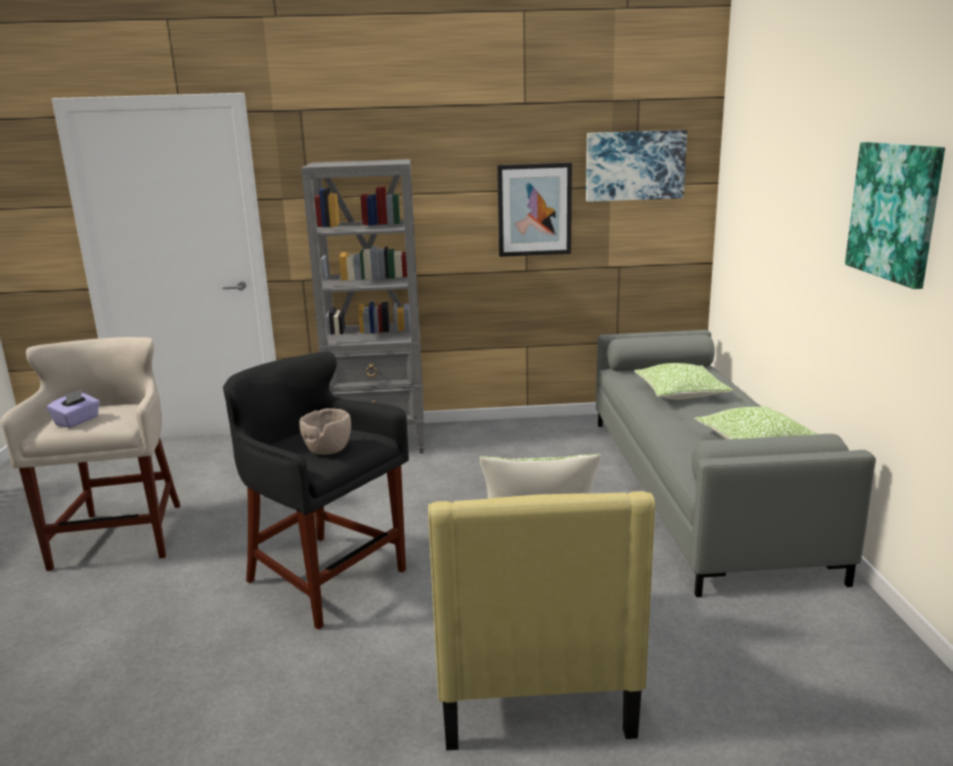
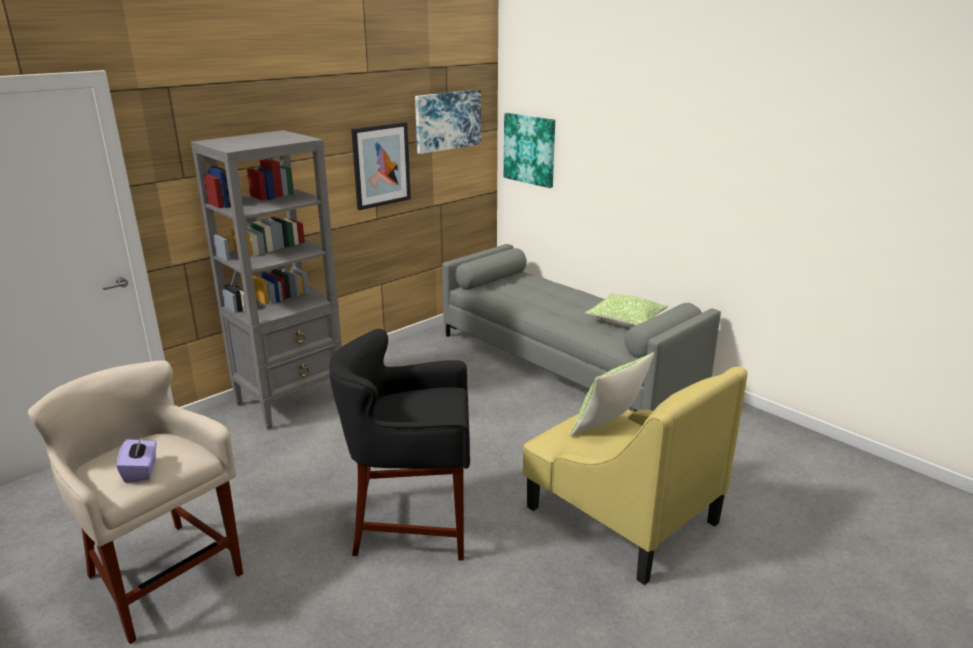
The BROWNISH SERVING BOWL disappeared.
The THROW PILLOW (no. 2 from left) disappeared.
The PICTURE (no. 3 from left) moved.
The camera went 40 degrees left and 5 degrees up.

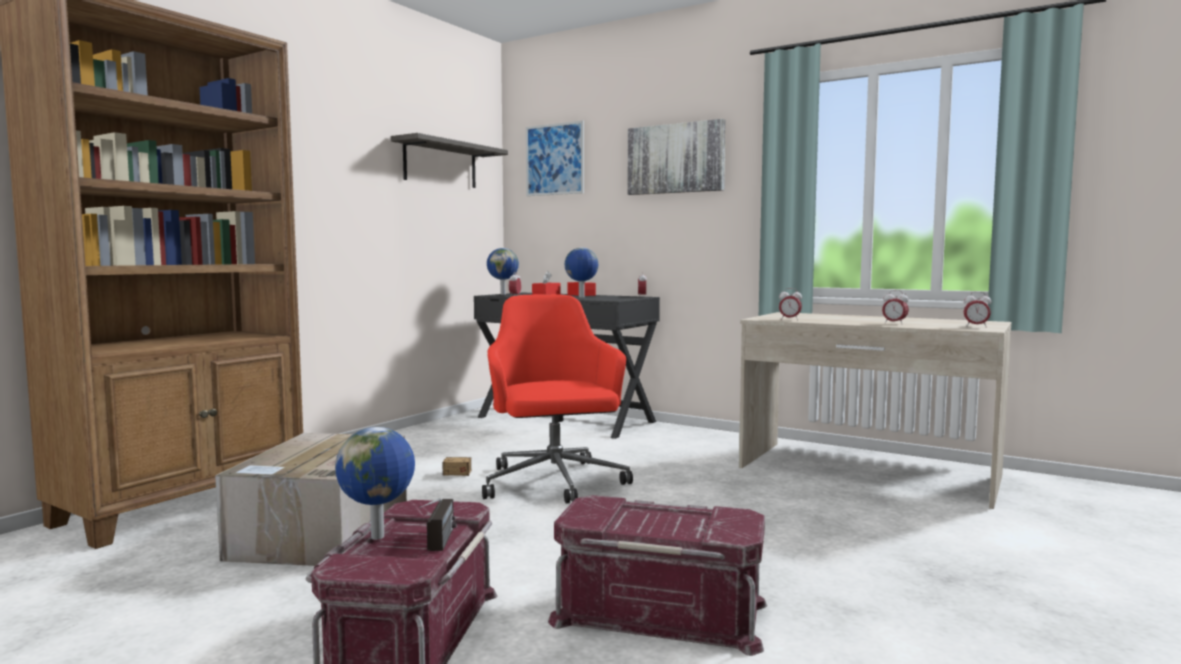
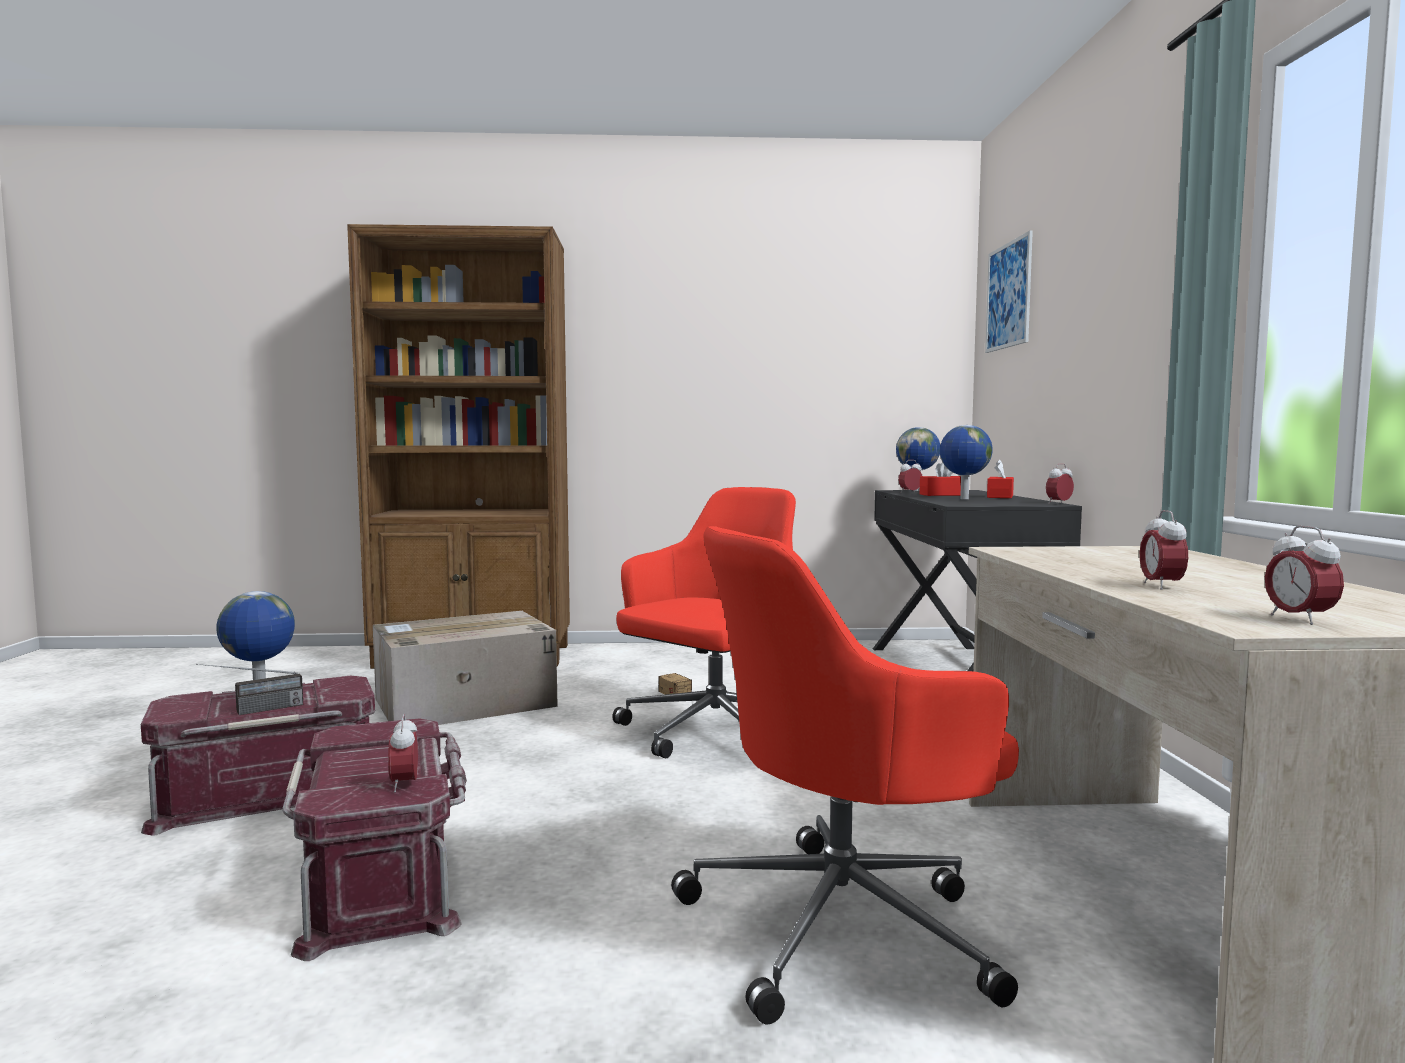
The BRACKET SHELF disappeared.
The PICTURE (no. 2 from left) disappeared.
The RED-COLOURED COMPUTER CHAIR (no. 2 from left) appeared.
The TABLE CLOCK (no. 3 from left in the first image) moved.
The camera went 55 degrees right and 0 degrees up.

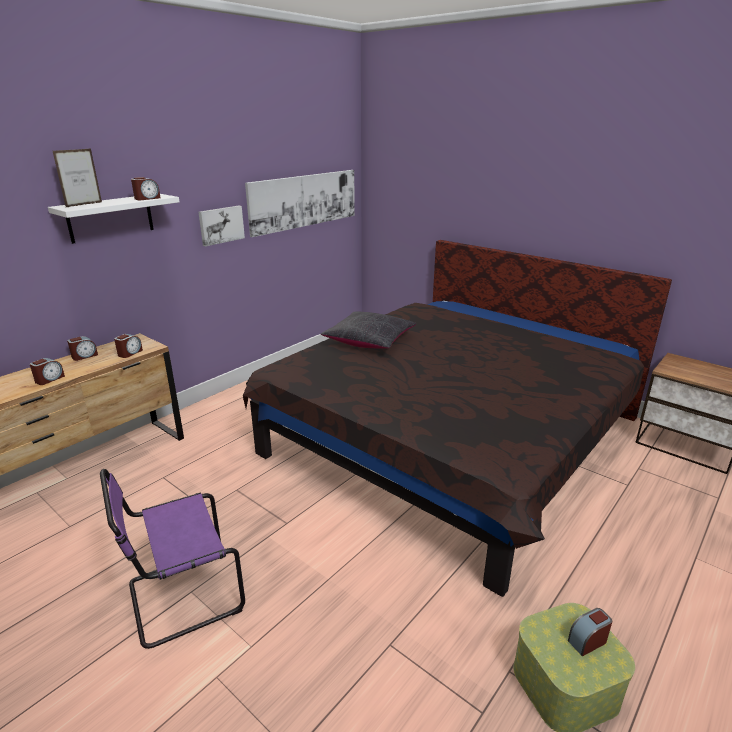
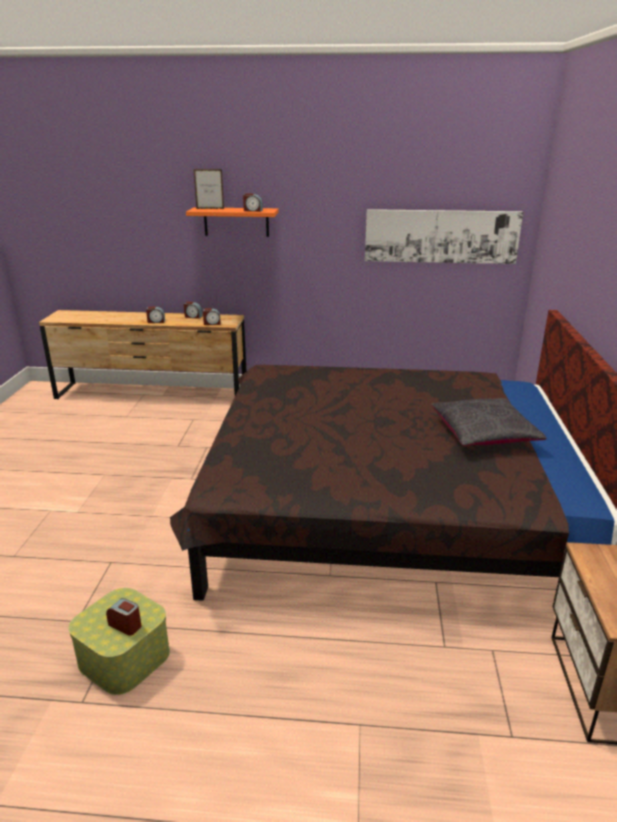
The PURPLE PLAIN CHAIR disappeared.
The PICTURE (no. 1 from left) disappeared.
The BLACK-COLOURED THROW PILLOW moved.
The WHITE-COLOURED BRACKET SHELF became the ORANGE-COLOURED BRACKET SHELF.
The camera went 55 degrees right and 0 degrees up.

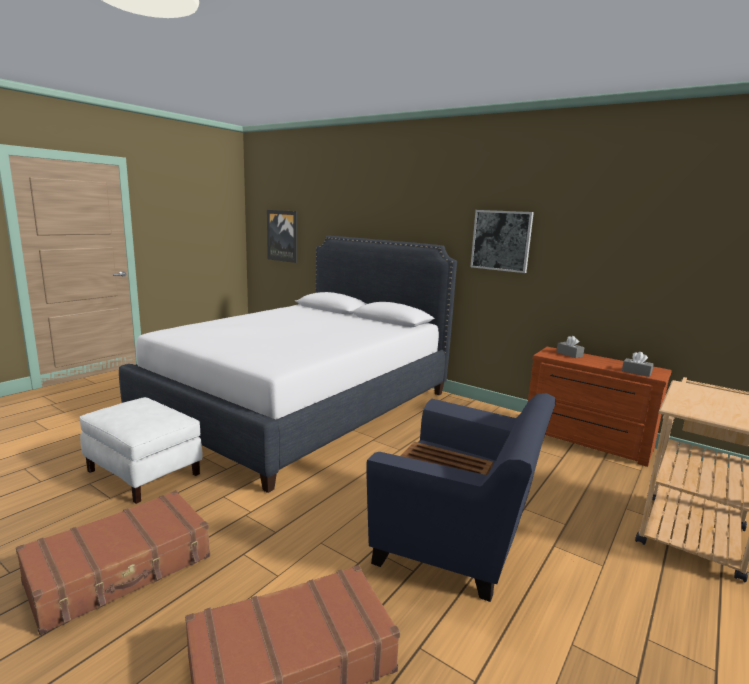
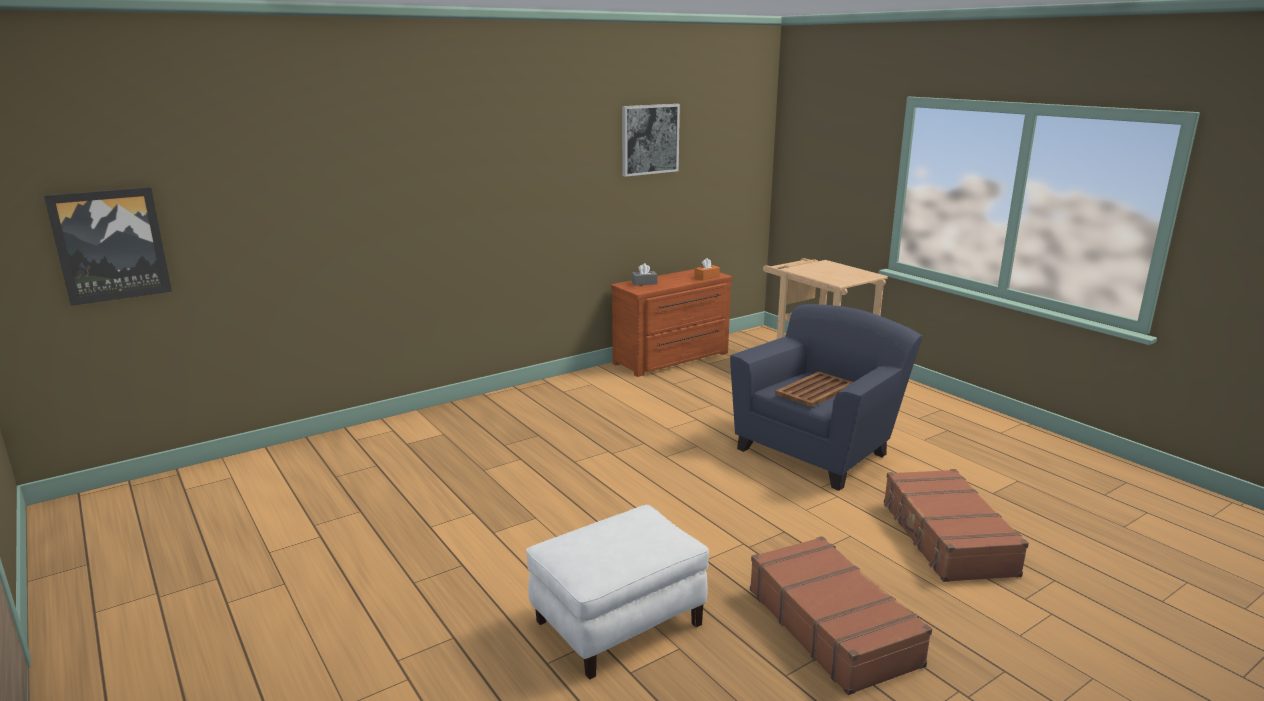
The WHITE-COLOURED BED disappeared.
The PICTURE (no. 2 from left) moved.
The GREY TISSUE HOLDER (no. 2 from left) became the ORANGE-COLOURED TISSUE HOLDER.
The camera went 70 degrees left and 5 degrees up.

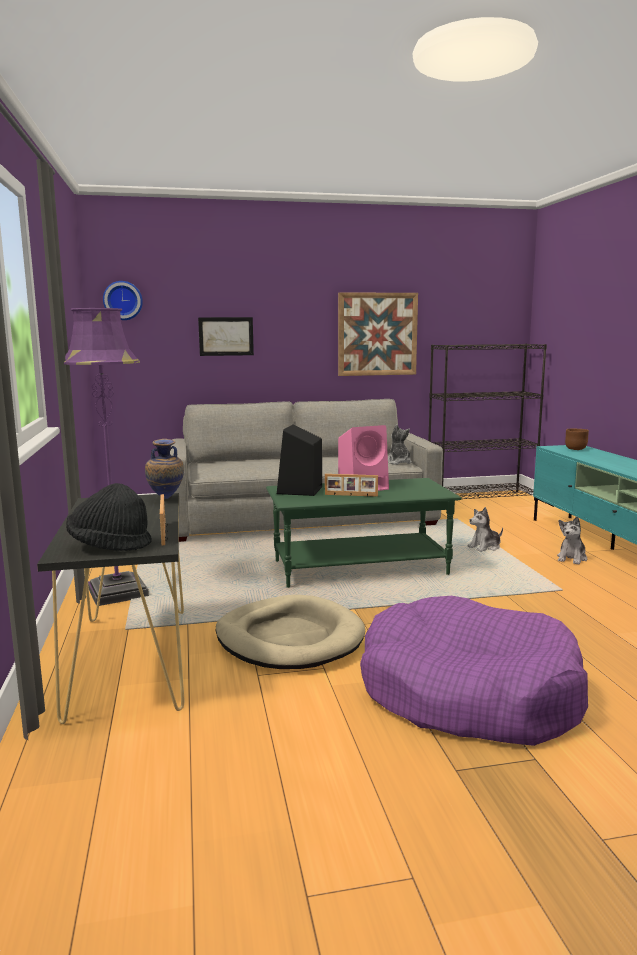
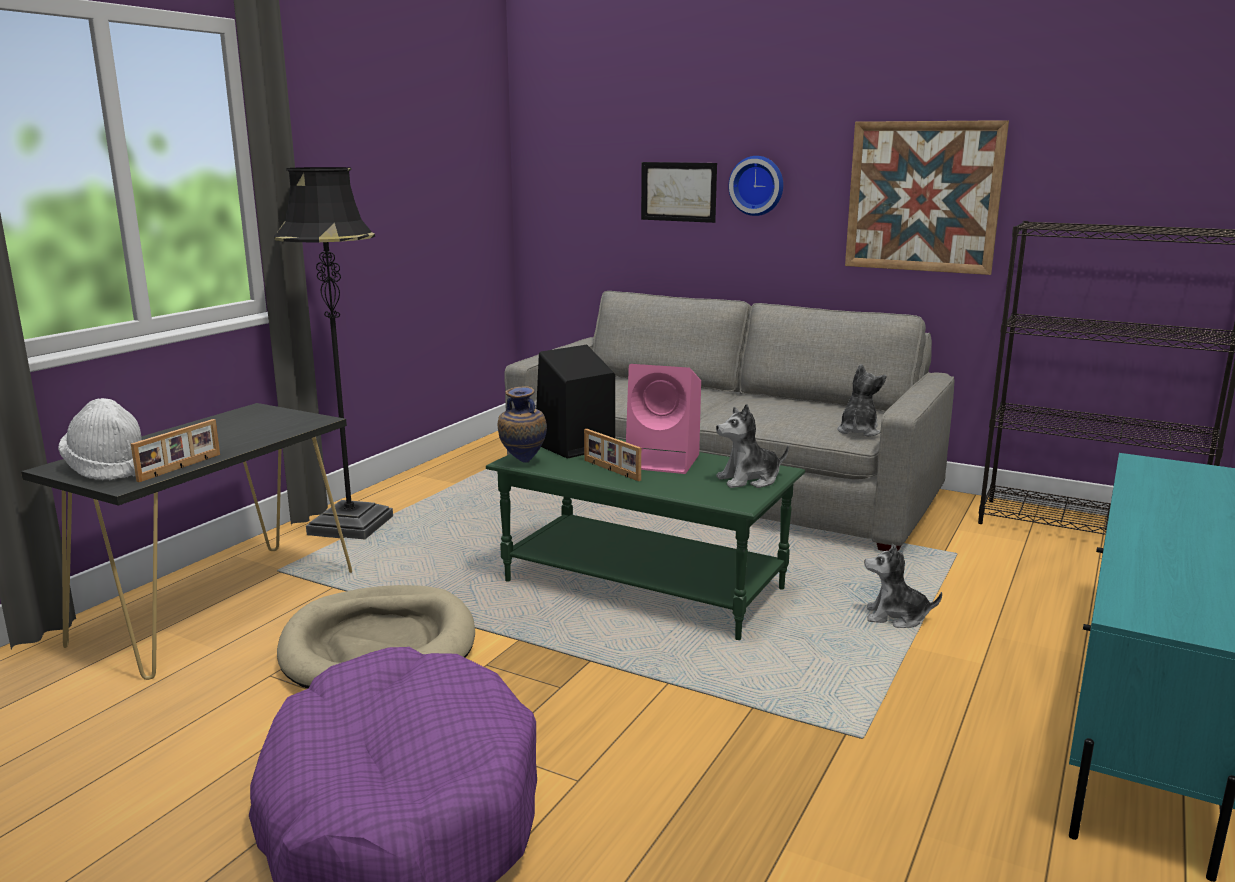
The BROWNISH SERVING BOWL disappeared.
The WALL CLOCK moved.
The DECORATIVE VASE moved.
The SOFT TOY (no. 3 from left in the first image) moved.
The PURPLE STANDARD LAMP became the BLACK-COLOURED STANDARD LAMP.
The BLACK-COLOURED HAT became the WHITE-COLOURED HAT.
The camera went 40 degrees right and 5 degrees up.

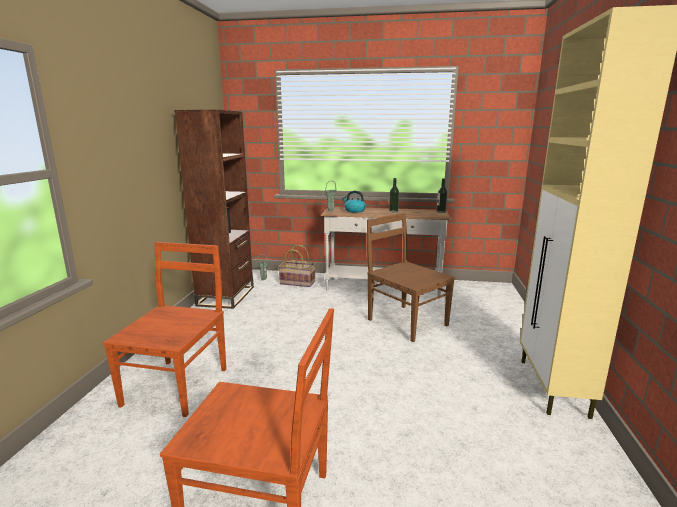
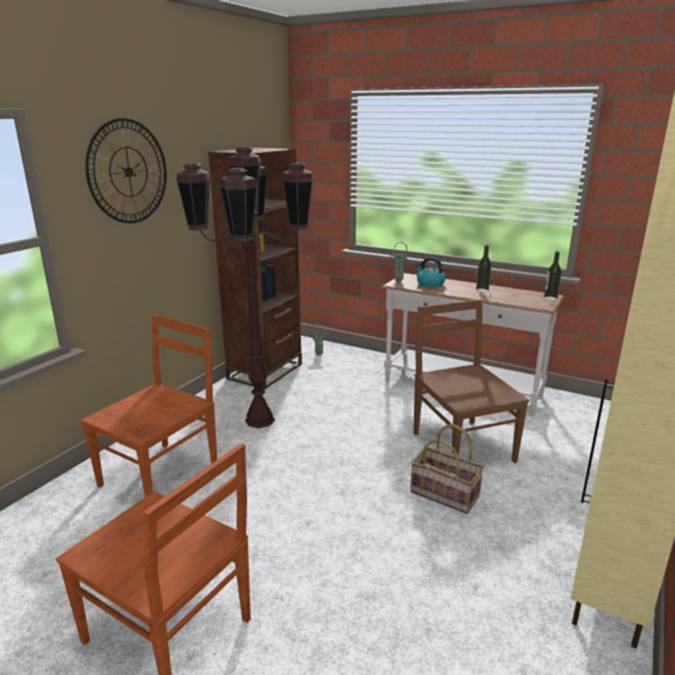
The WALL CLOCK appeared.
The BROWNISH STANDARD LAMP appeared.
The BASKET moved.
The camera went 20 degrees right and 5 degrees up.

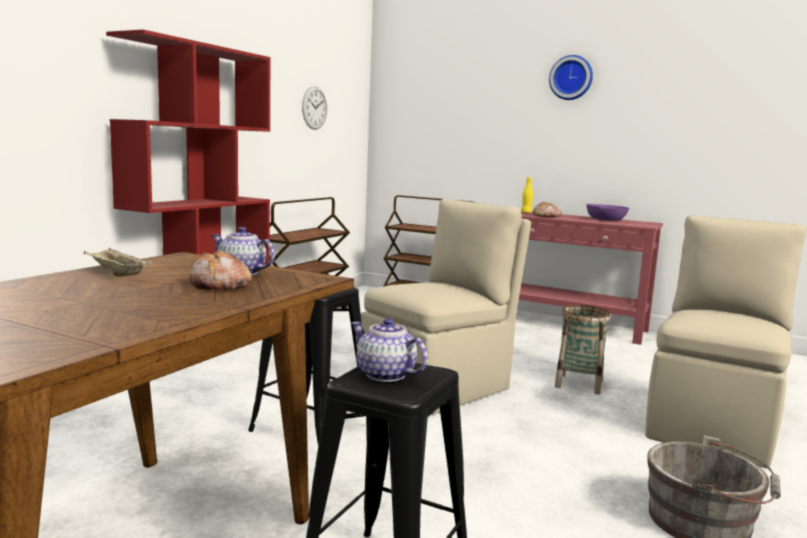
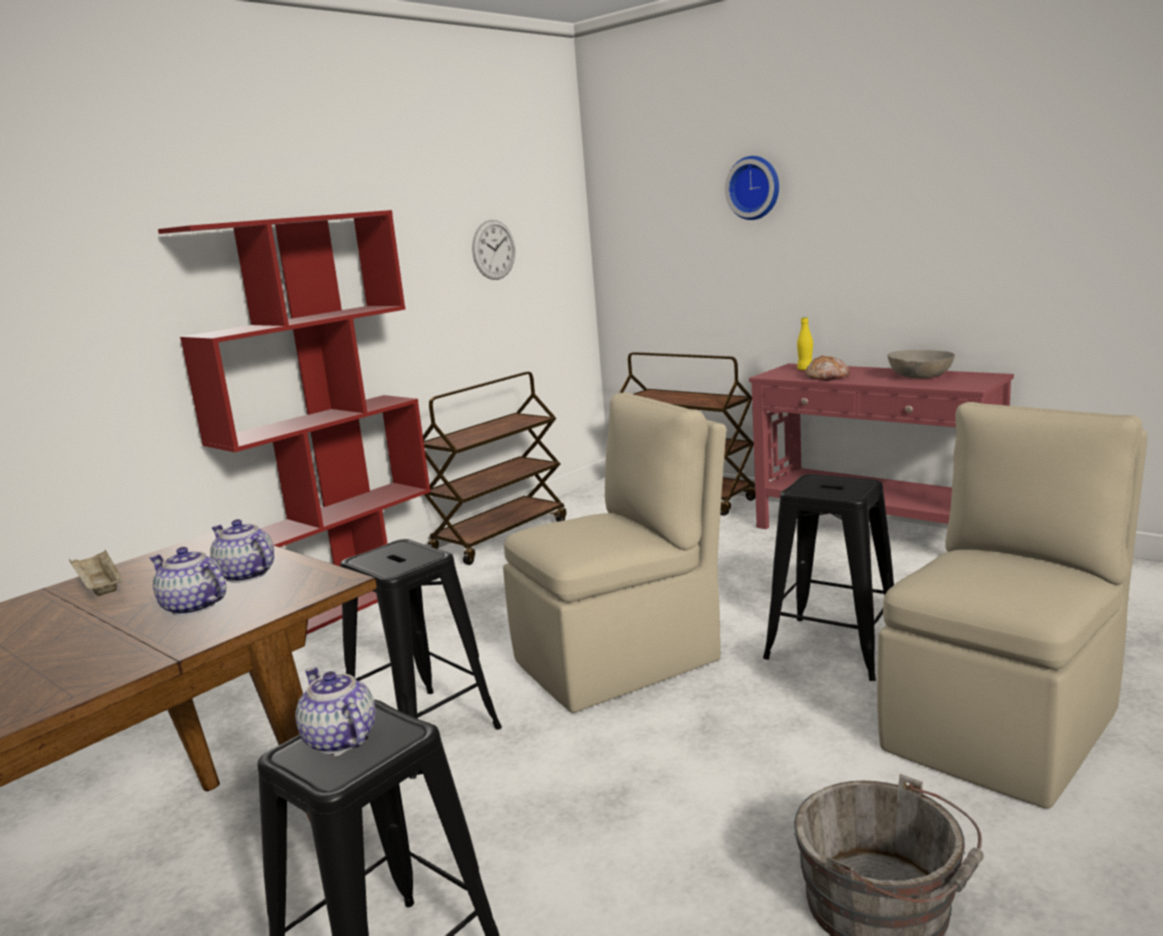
The WALL CLOCK (no. 2 from left) moved.
The BAKERY BREAD (no. 1 from left) was replaced by the POT FOR TEA (no. 1 from left).
The BASKET was replaced by the BLACK-COLOURED SITTING STOOL (no. 3 from left).
The PURPLE SERVING BOWL became the GREY SERVING BOWL.
The camera went 15 degrees right and 5 degrees up.

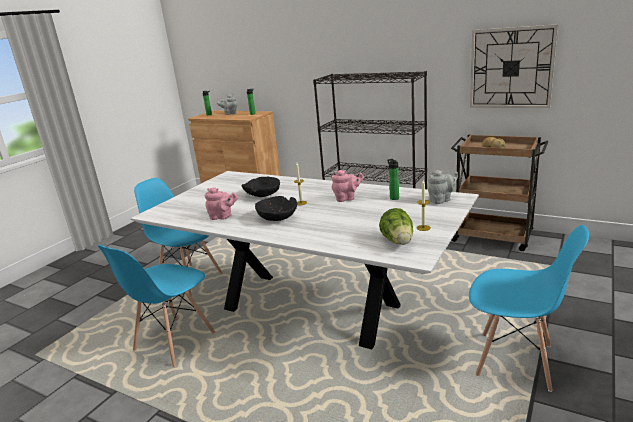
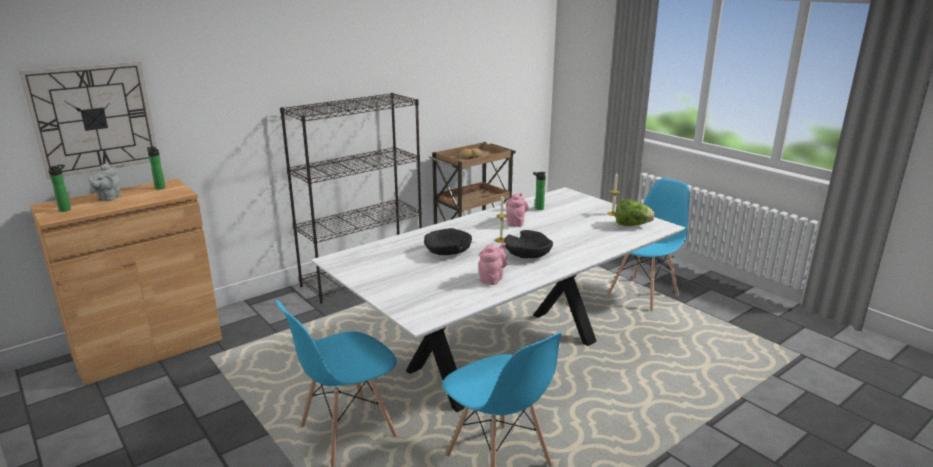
The GREY POT FOR TEA (no. 2 from left) disappeared.
The WALL CLOCK moved.
The camera went 70 degrees left and 0 degrees up.

